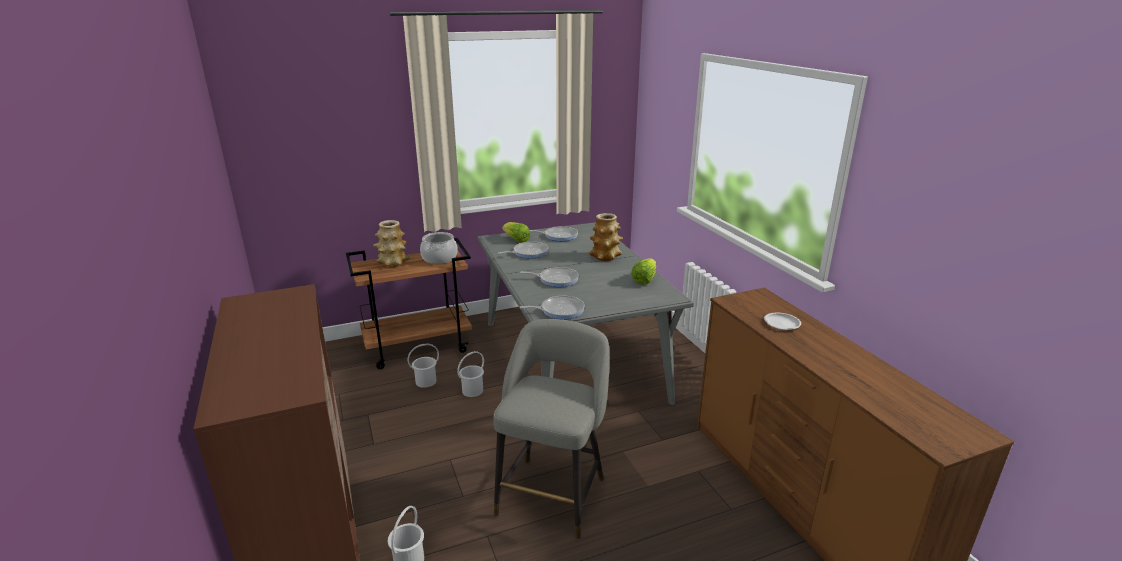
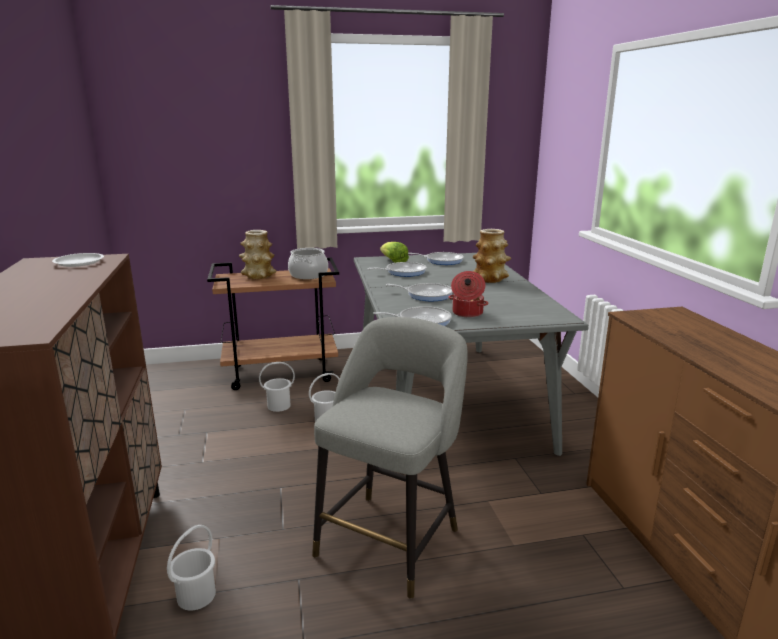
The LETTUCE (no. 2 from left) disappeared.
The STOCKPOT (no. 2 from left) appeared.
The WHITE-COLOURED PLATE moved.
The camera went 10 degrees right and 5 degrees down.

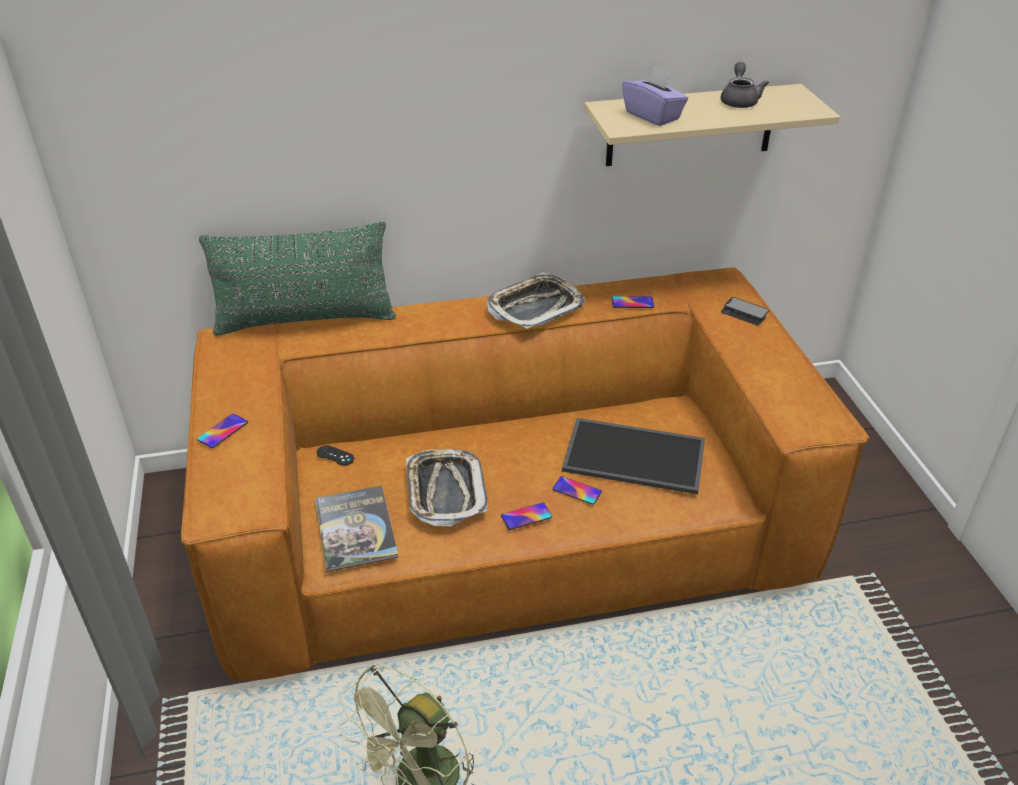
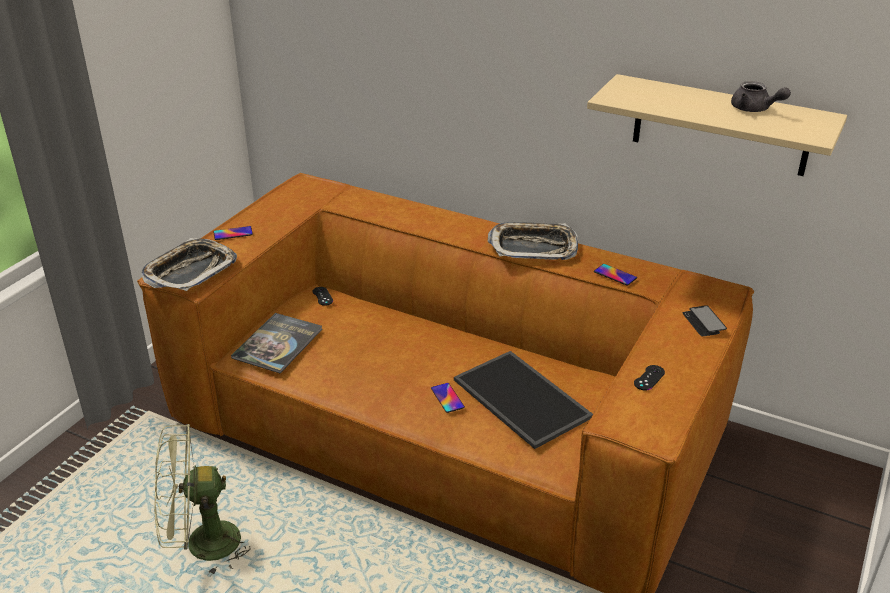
The GREEN THROW PILLOW disappeared.
The PHONE (no. 2 from left) disappeared.
The PURPLE TISSUE HOLDER disappeared.
The BLACK-COLOURED JOYPAD (no. 2 from left) appeared.
The TRAY (no. 1 from left) moved.
The GREY POT FOR TEA turned 90 degrees clockwise.
The camera went 40 degrees right and 5 degrees down.

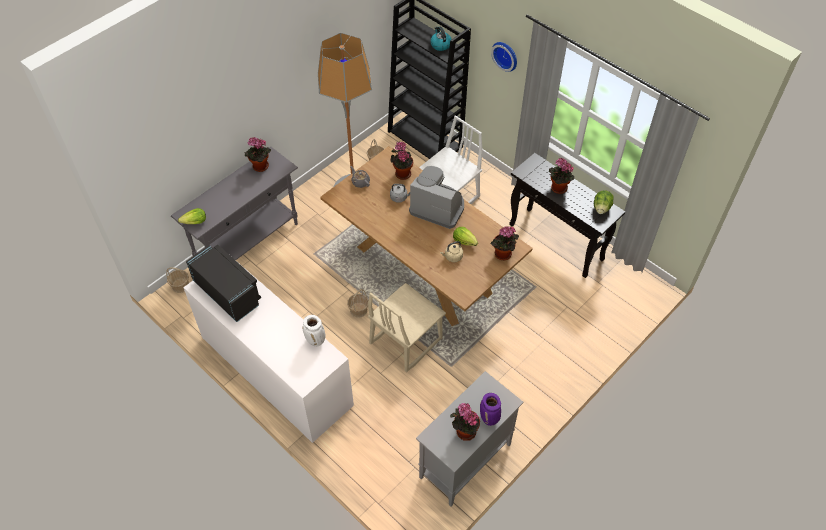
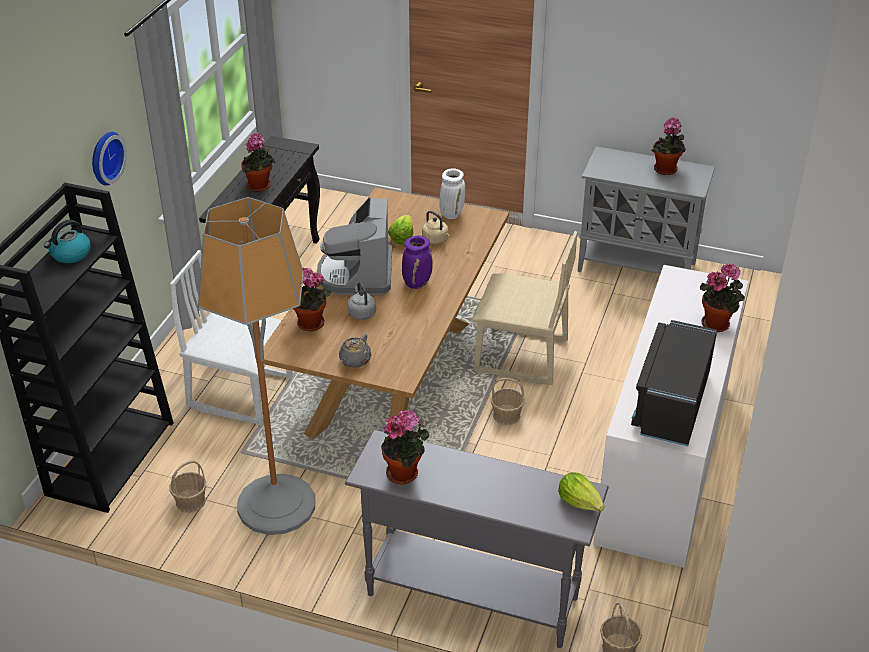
The LETTUCE (no. 3 from left) disappeared.
The WHITE-COLOURED DECORATIVE VASE moved.
The PURPLE DECORATIVE VASE moved.
The POTTED PLANT (no. 4 from left in the first image) moved.
The camera went 115 degrees left and 15 degrees down.

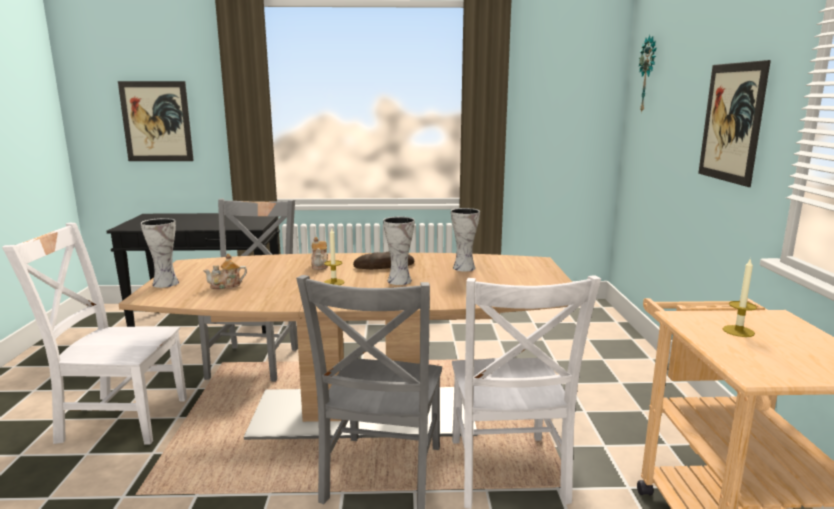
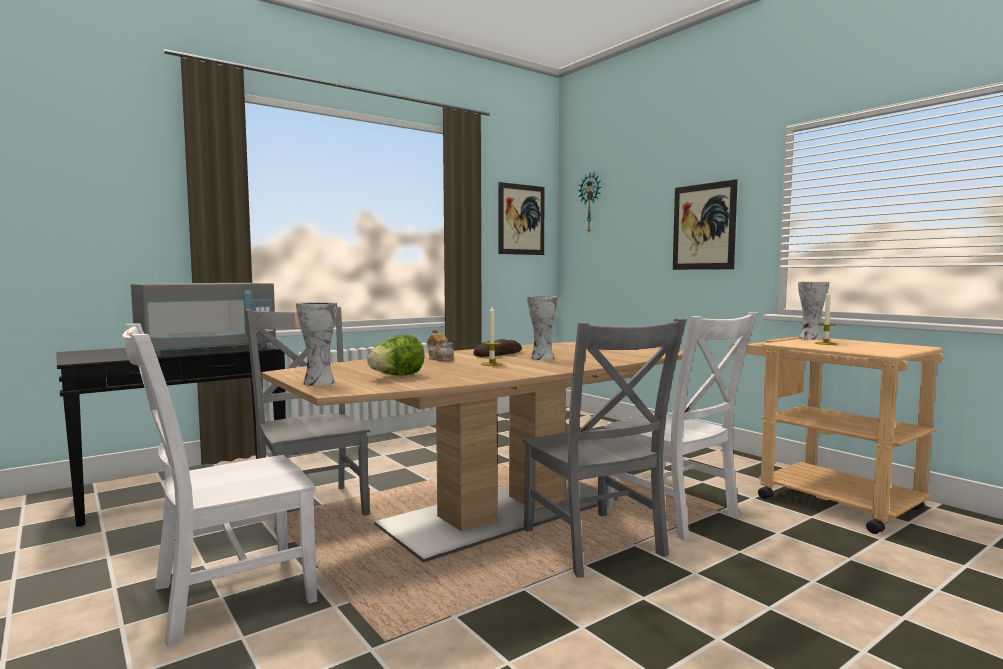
The GREY MICROWAVE appeared.
The PICTURE (no. 1 from left) moved.
The DECORATIVE VASE (no. 3 from left) moved.
The POT FOR TEA (no. 1 from left) was replaced by the LETTUCE.
The camera went 35 degrees left and 10 degrees down.

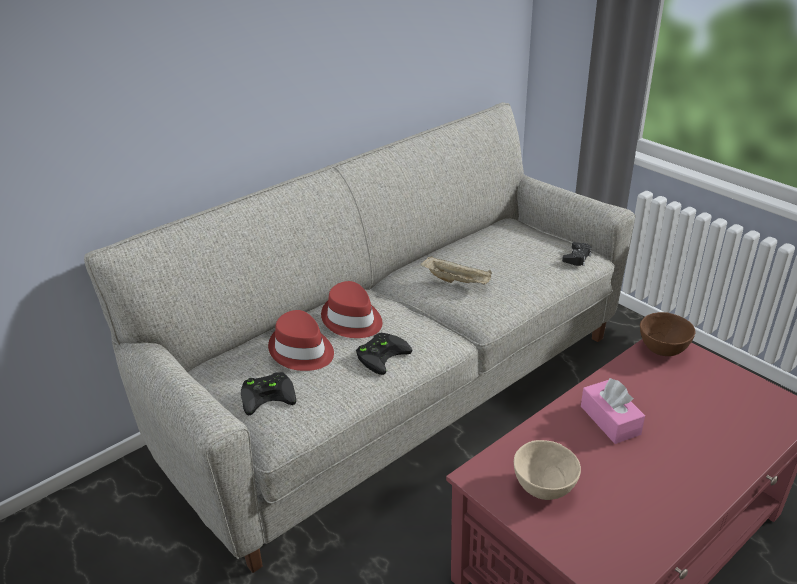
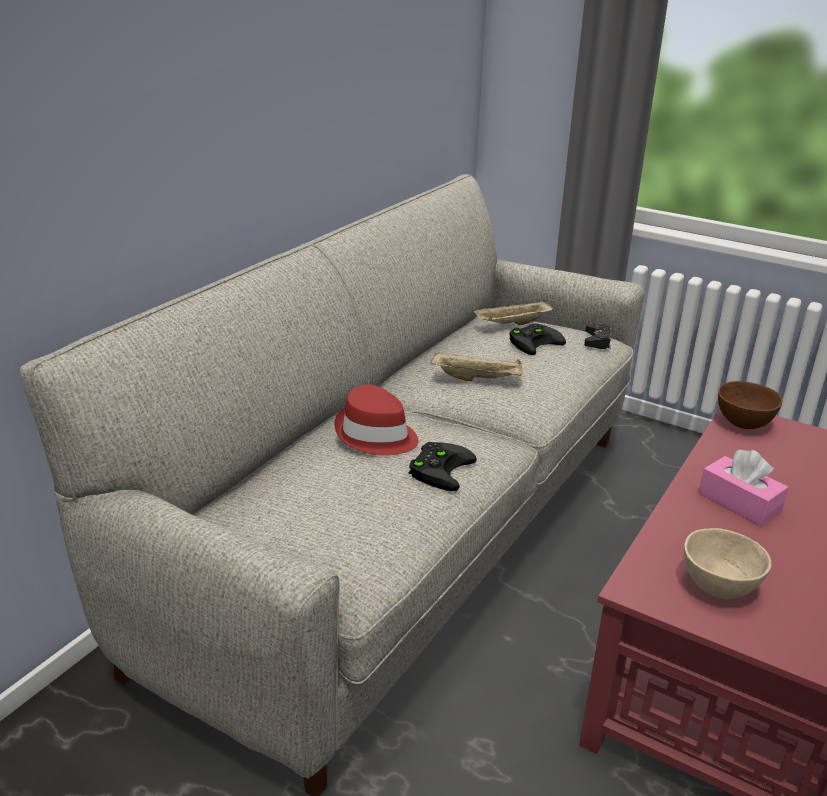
The RED-COLOURED HAT (no. 1 from left) disappeared.
The BEIGE-COLOURED TRAY (no. 2 from left) appeared.
The BLACK-COLOURED JOYPAD (no. 1 from left in the first image) moved.
The camera went 20 degrees left and 5 degrees down.

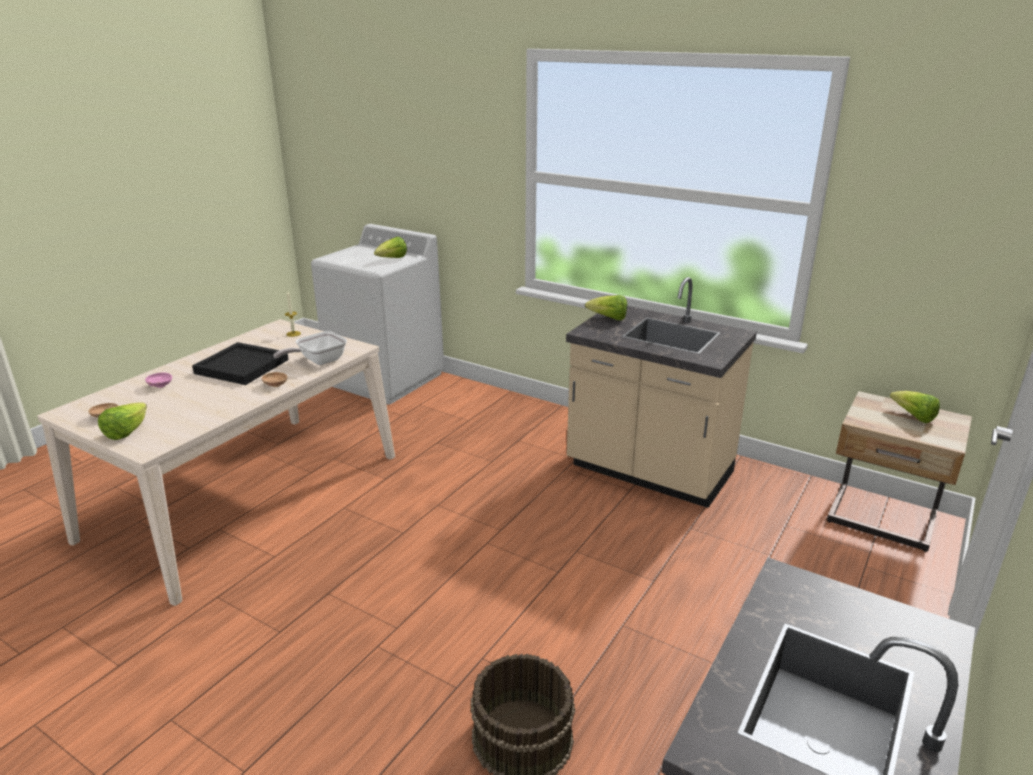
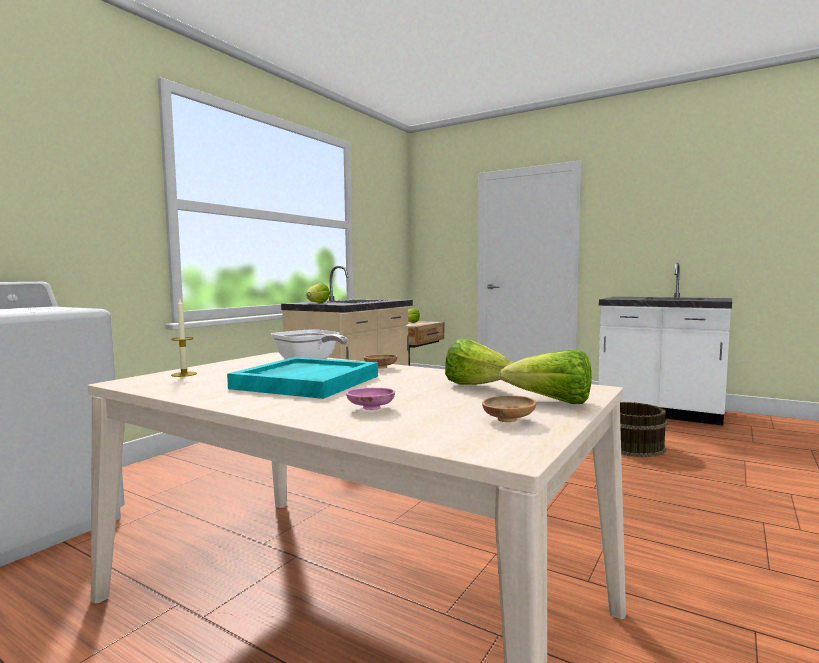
The LETTUCE (no. 2 from left in the first image) moved.
The BLACK-COLOURED TRAY became the BLUE-GREEN TRAY.
The camera went 90 degrees left and 20 degrees down.

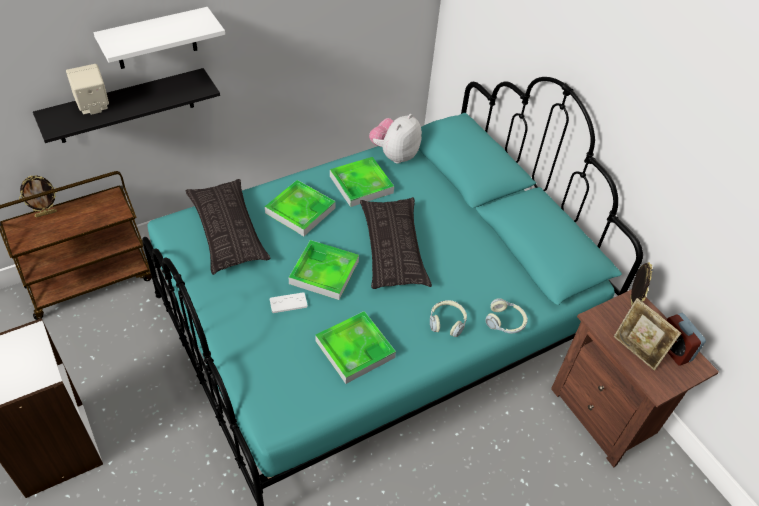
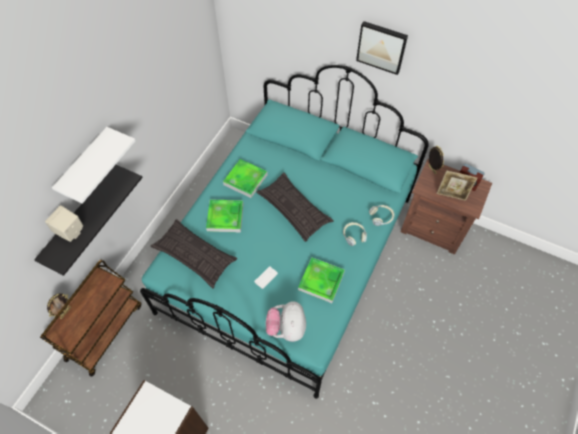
The TRAY (no. 2 from left) disappeared.
The PICTURE appeared.
The SOFT TOY moved.
The camera went 30 degrees left and 10 degrees up.

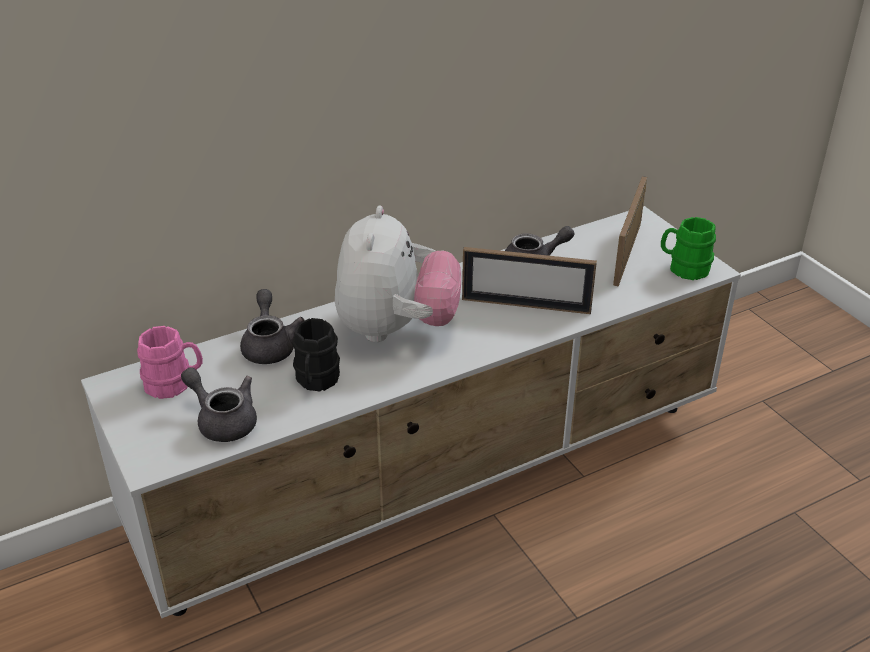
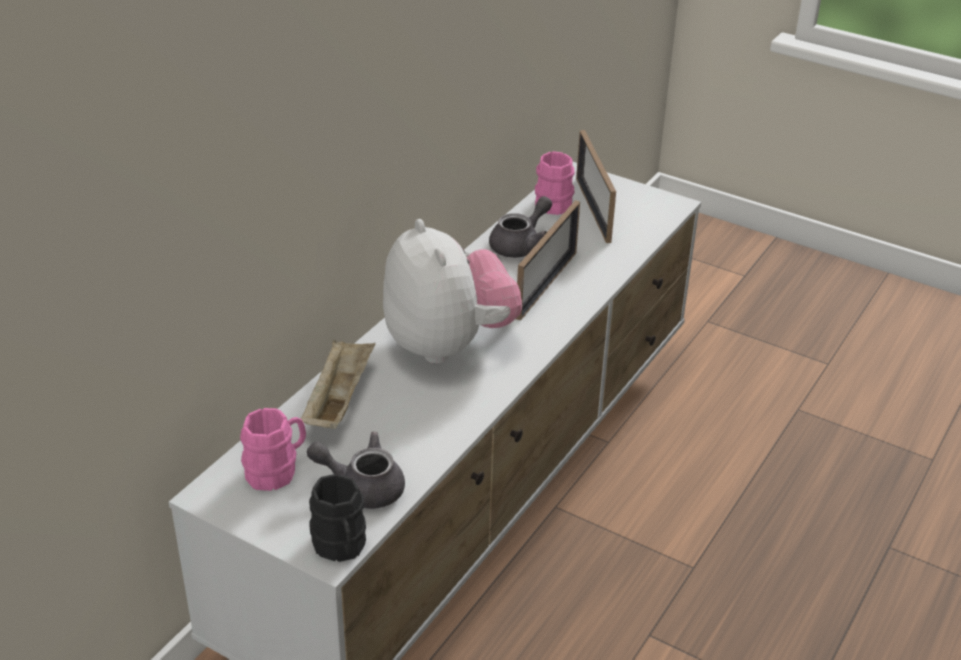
The GREEN MUG disappeared.
The PINK-COLOURED MUG (no. 2 from left) appeared.
The BLACK-COLOURED MUG moved.
The GREY POT FOR TEA (no. 2 from left) was replaced by the BEIGE-COLOURED TRAY.
The PHOTO FRAME (no. 1 from left) turned 45 degrees counterclockwise.
The camera went 30 degrees left and 0 degrees up.

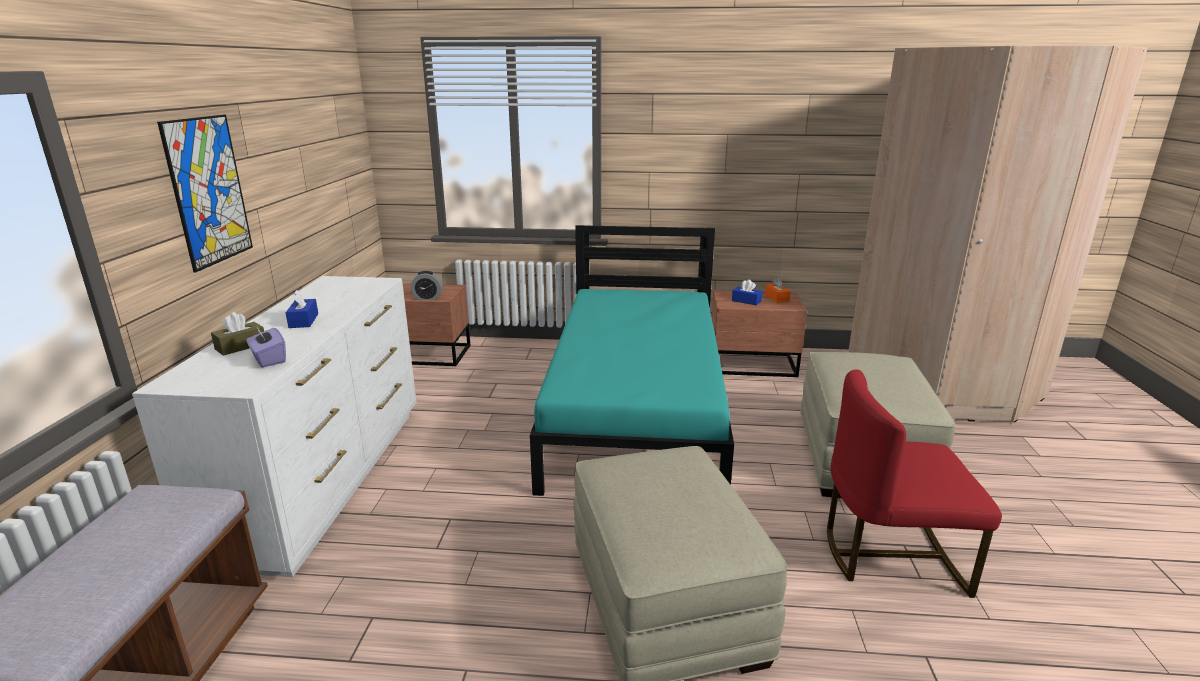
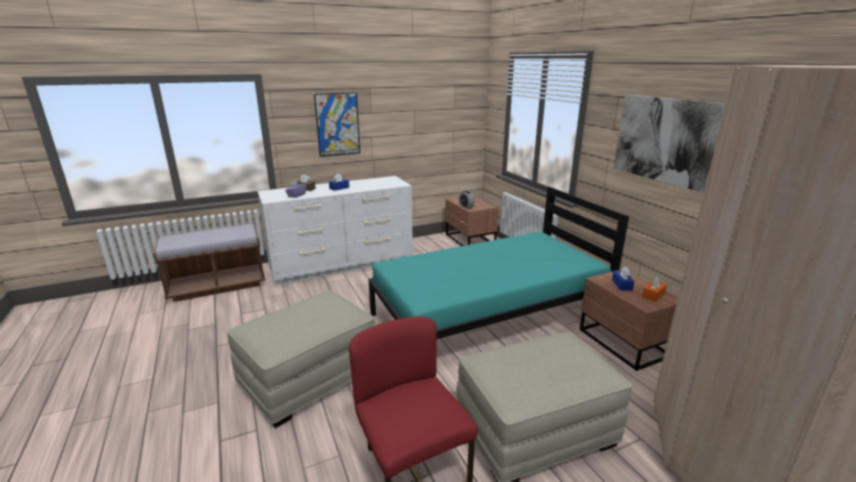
The PICTURE (no. 2 from left) appeared.
The camera went 60 degrees right and 0 degrees up.

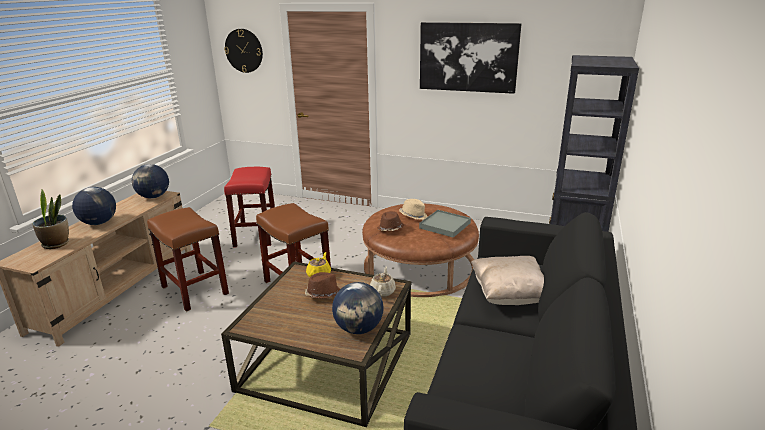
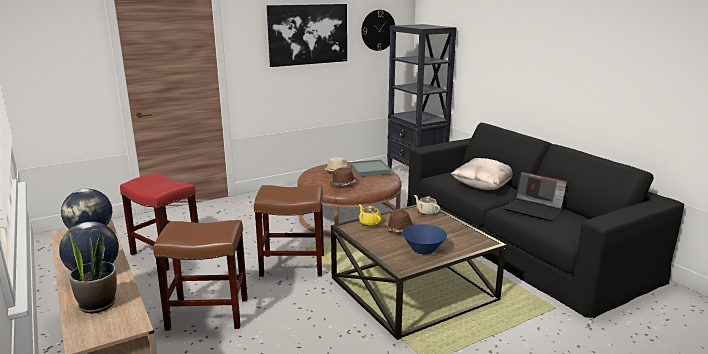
The WORLD GLOBE (no. 3 from left) disappeared.
The BLUE SERVING BOWL appeared.
The LAPTOP appeared.
The WALL CLOCK moved.
The camera went 50 degrees left and 5 degrees down.

